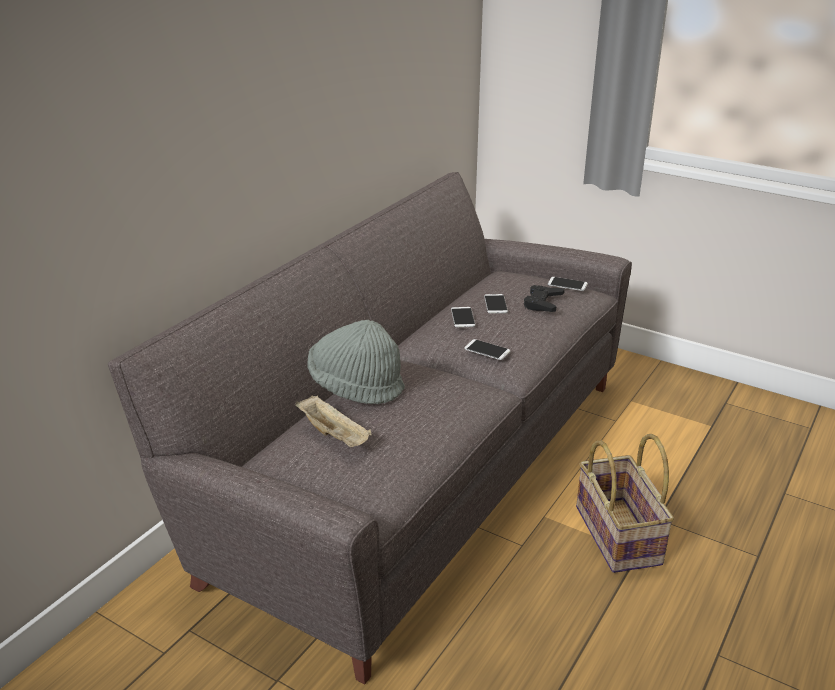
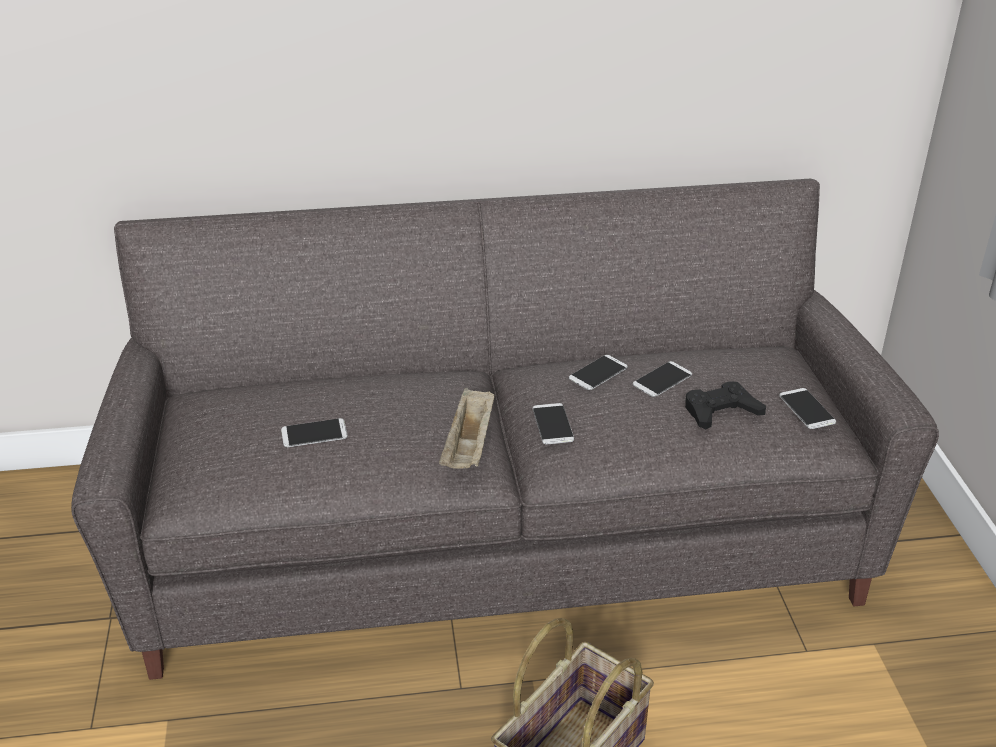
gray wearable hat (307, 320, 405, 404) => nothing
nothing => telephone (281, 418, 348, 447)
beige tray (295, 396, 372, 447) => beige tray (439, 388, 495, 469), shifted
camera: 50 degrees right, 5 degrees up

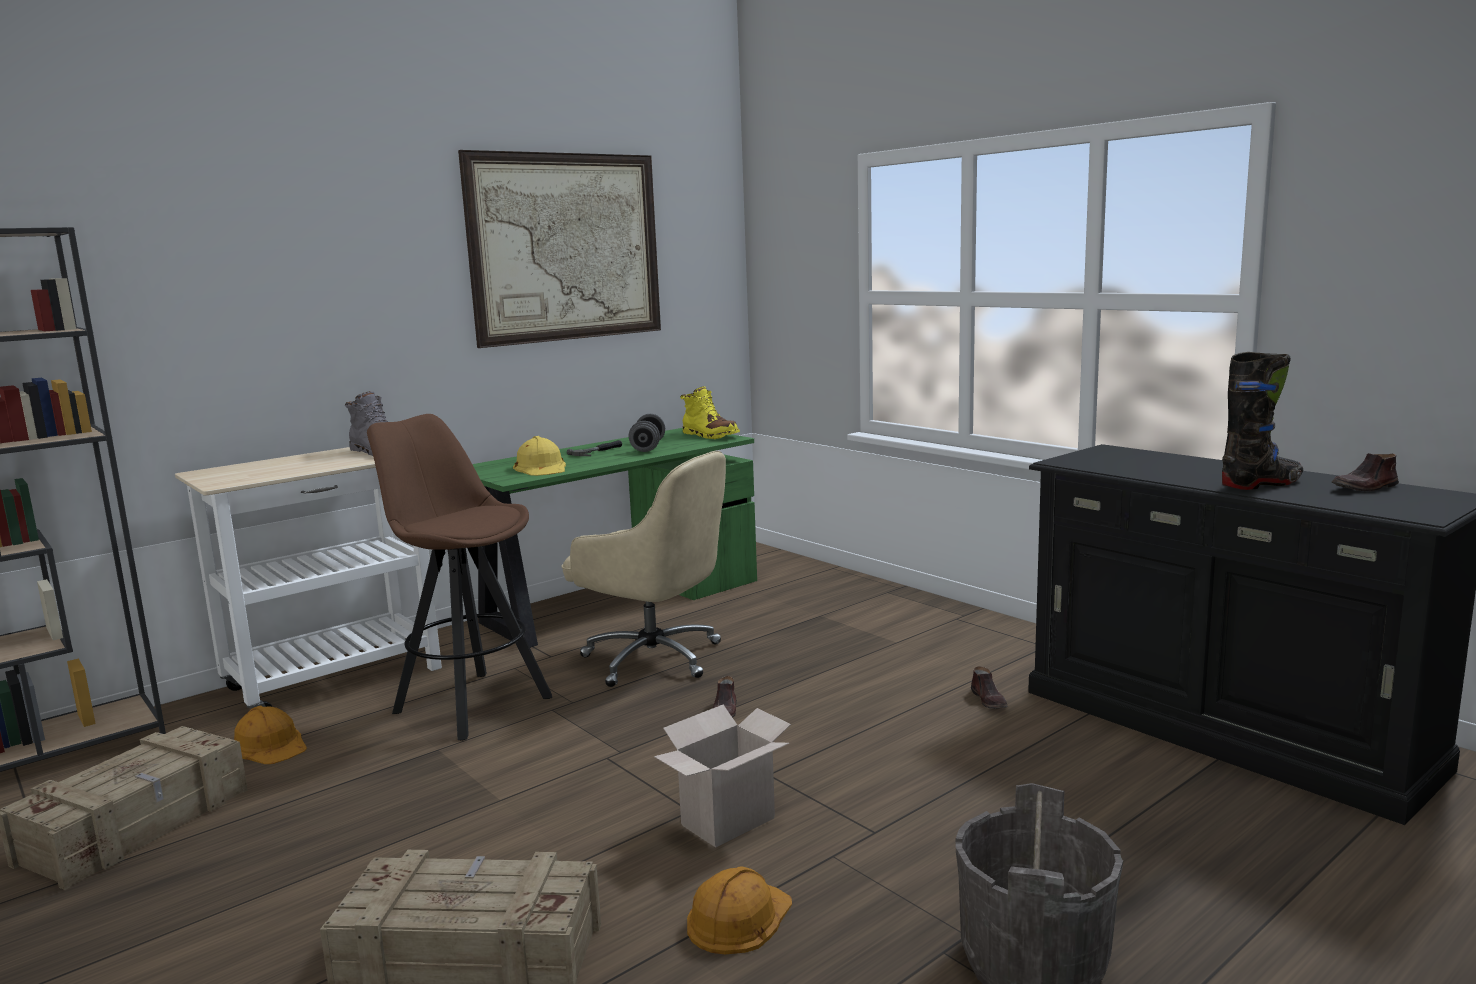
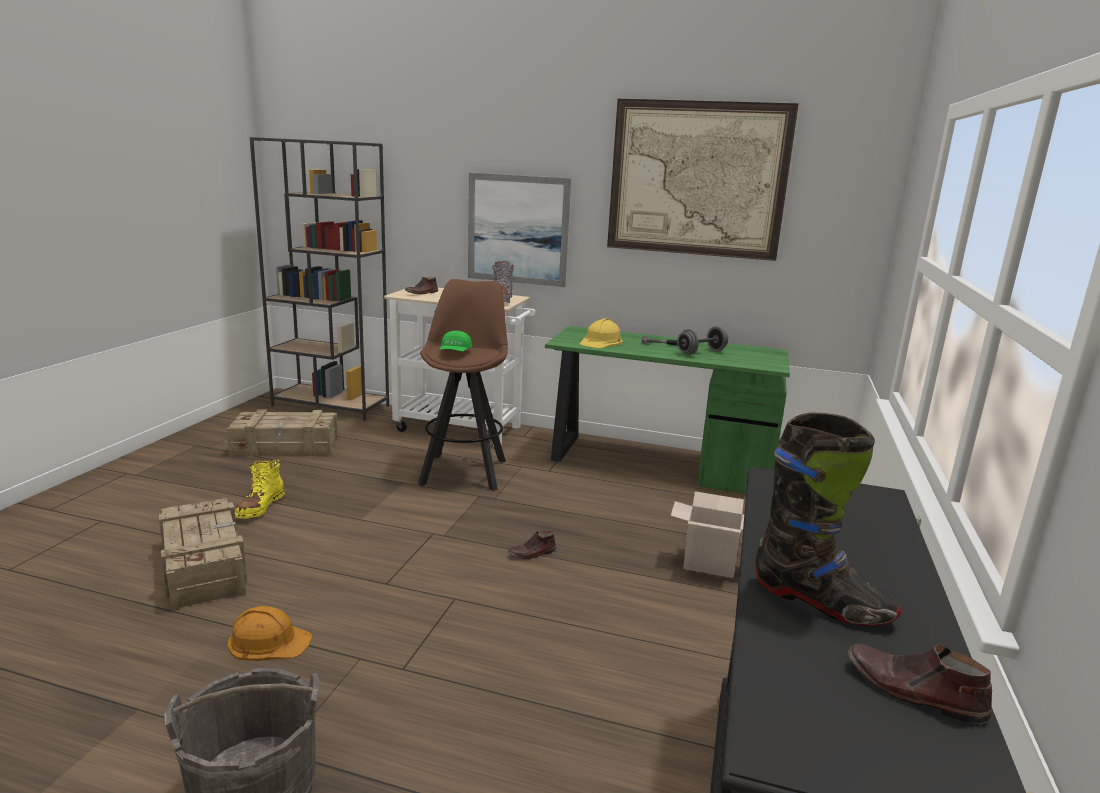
orange-coloured work helmet (234, 705, 307, 764) => nothing
beige office chair (561, 451, 726, 687) => nothing
nothing => green baseball cap (440, 330, 472, 352)
nothing => wall picture (468, 173, 571, 287)
packing box (654, 705, 791, 848) => packing box (671, 491, 744, 578), shifted
yellow-coloured boot (680, 386, 740, 439) => yellow-coloured boot (235, 459, 285, 519), shifted
brownish shoe (971, 666, 1008, 709) => brownish shoe (405, 277, 438, 295), shifted
camera: 55 degrees right, 5 degrees up

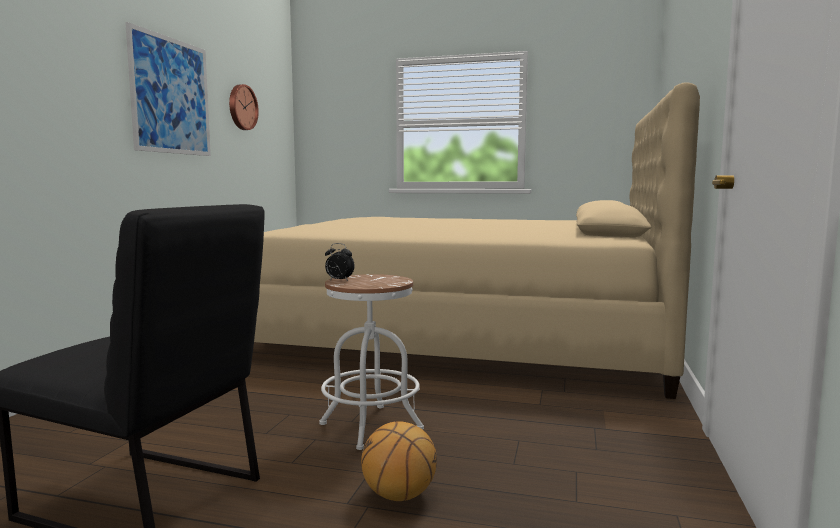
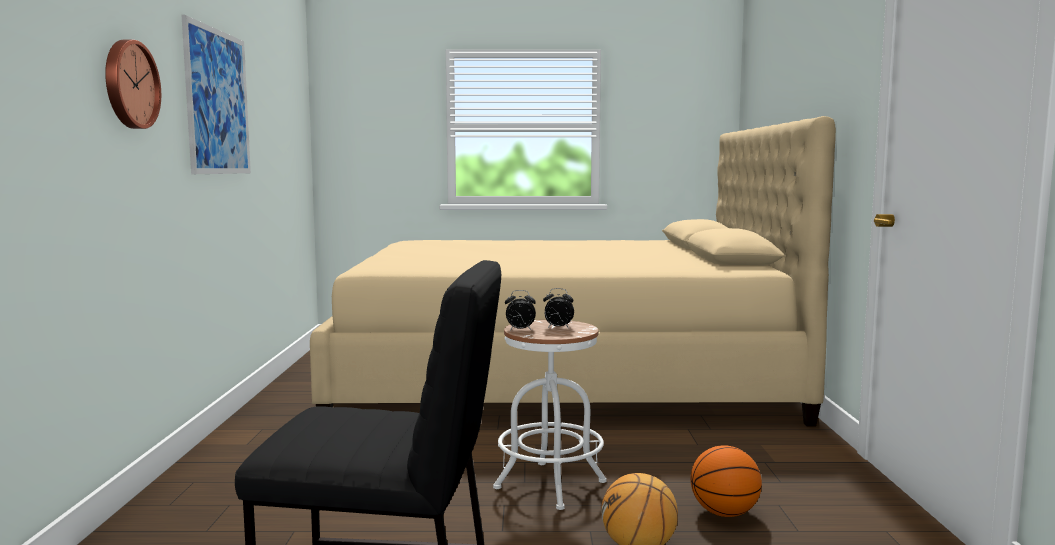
nothing => alarm clock (543, 288, 574, 328)
nothing => basketball ball (690, 445, 762, 517)
clock on the wall (229, 84, 259, 130) => clock on the wall (105, 40, 161, 129), shifted
camera: 15 degrees left, 0 degrees up

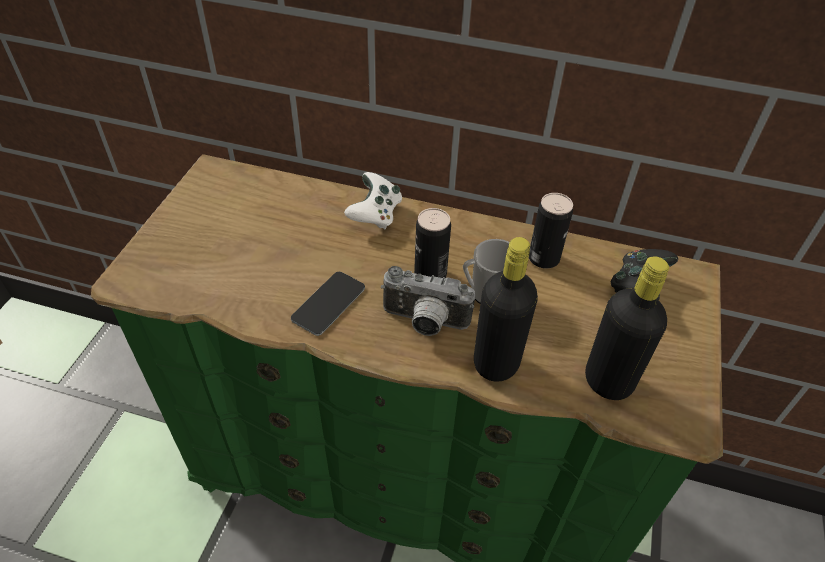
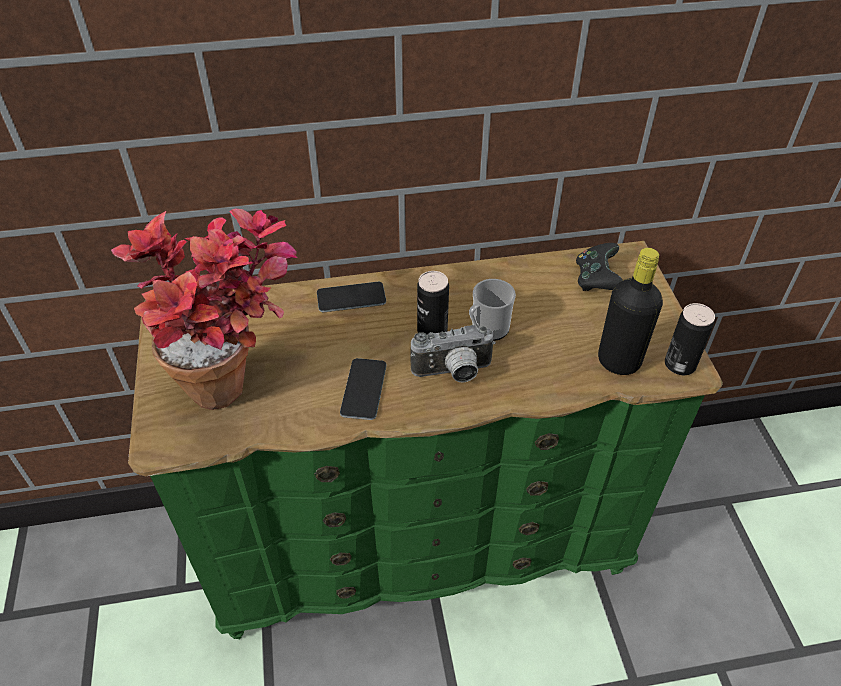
black bottle (474, 237, 538, 382) => nothing
nothing => houseplant (111, 208, 298, 410)
sealed can (529, 193, 573, 269) => sealed can (665, 303, 715, 375), shifted
white joypad (344, 172, 402, 229) => telephone (317, 282, 386, 312)
camera: 25 degrees left, 0 degrees up

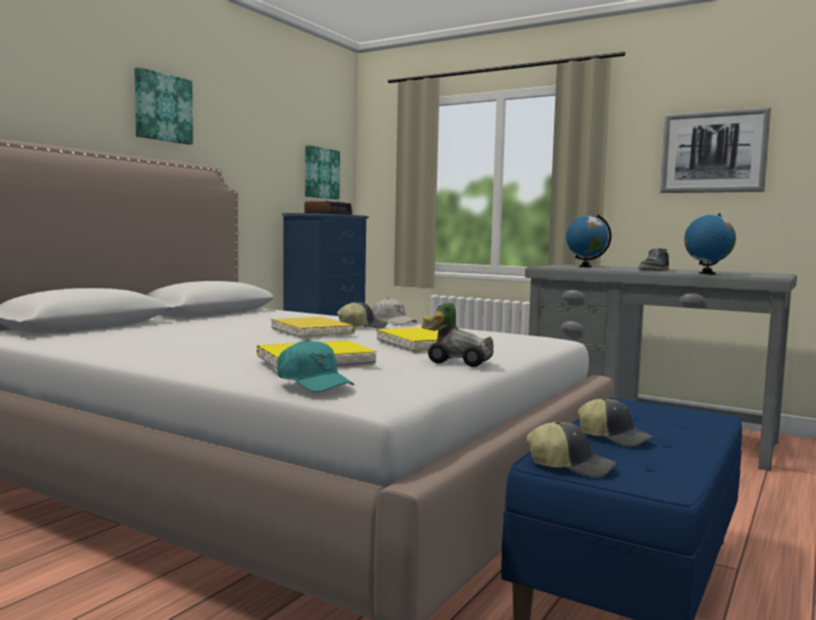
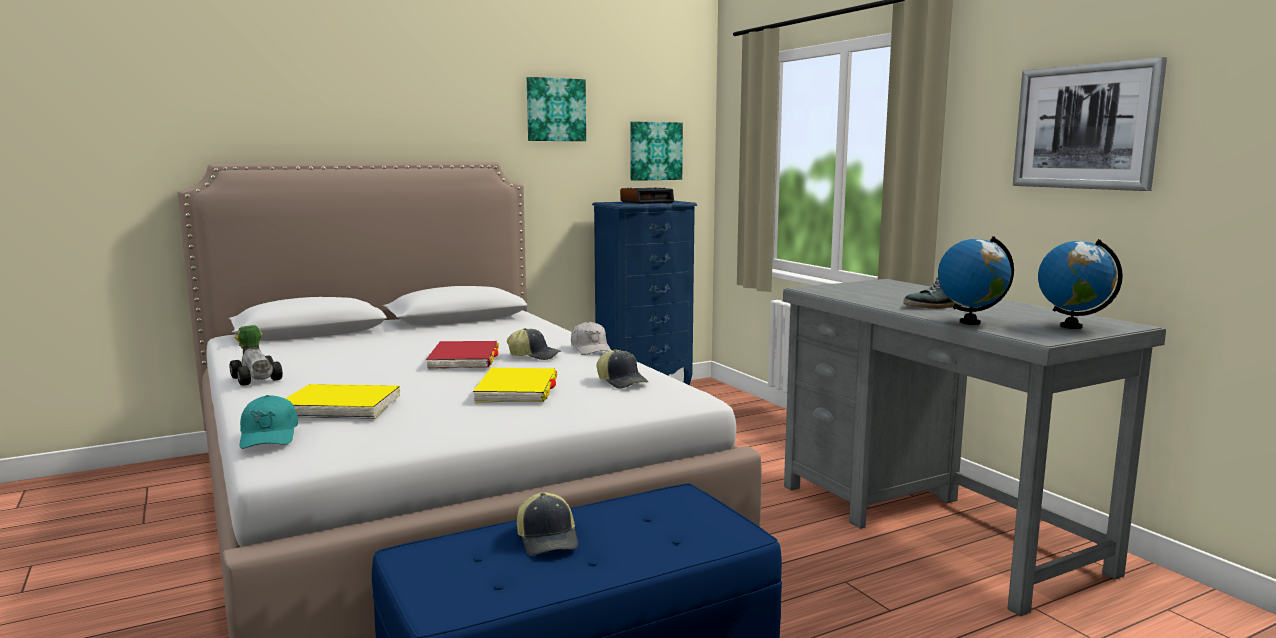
wall picture (135, 67, 193, 145) => wall picture (527, 77, 586, 141), shifted
model car (421, 303, 494, 367) => model car (229, 325, 283, 386), shifted
baseball cap (527, 421, 616, 478) => baseball cap (596, 349, 648, 389), shifted
world globe (566, 215, 611, 267) => world globe (1038, 239, 1123, 329), shifted
yellow-coloured bound book (270, 317, 356, 339) => reddish bound book (426, 341, 499, 370)
camera: 30 degrees right, 5 degrees up

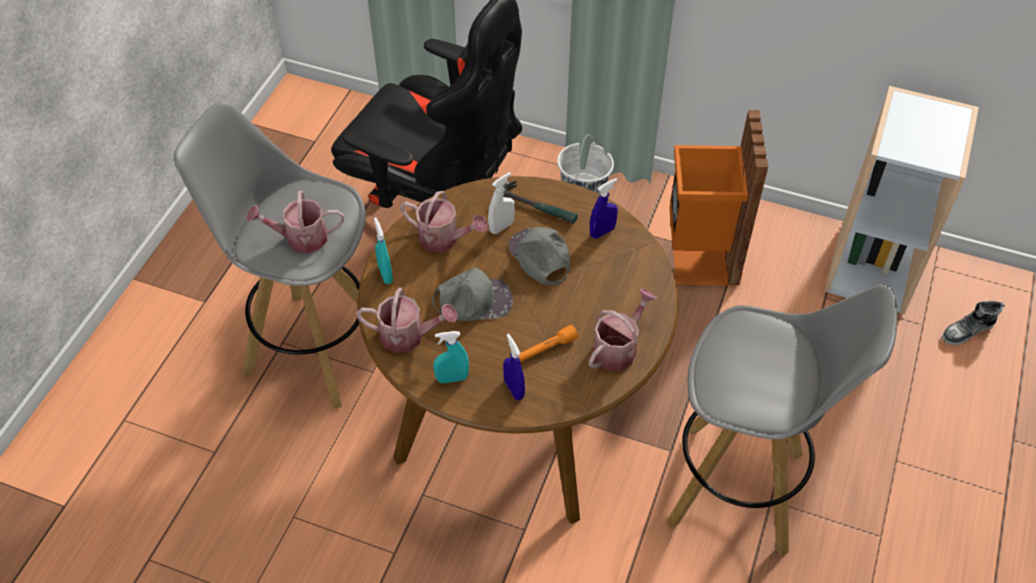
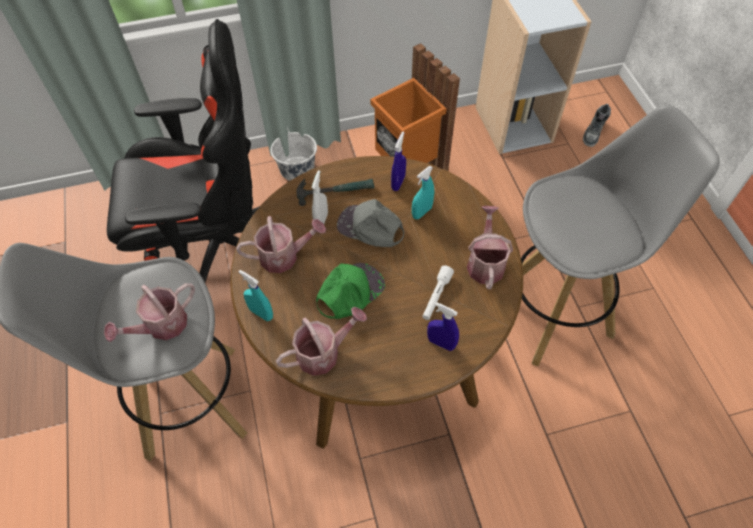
turquoise hand sprayer (433, 331, 469, 383) => turquoise hand sprayer (412, 166, 434, 220), shifted
gray baseball cap (432, 268, 513, 321) => green baseball cap (316, 263, 385, 319)
orange-coloured flashlight (519, 325, 578, 362) => white flashlight (422, 265, 454, 320)
camera: 35 degrees left, 5 degrees up

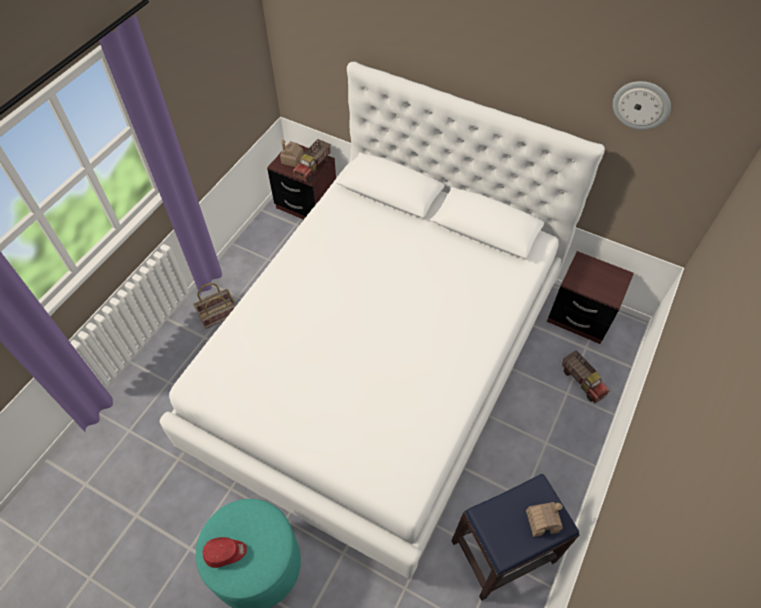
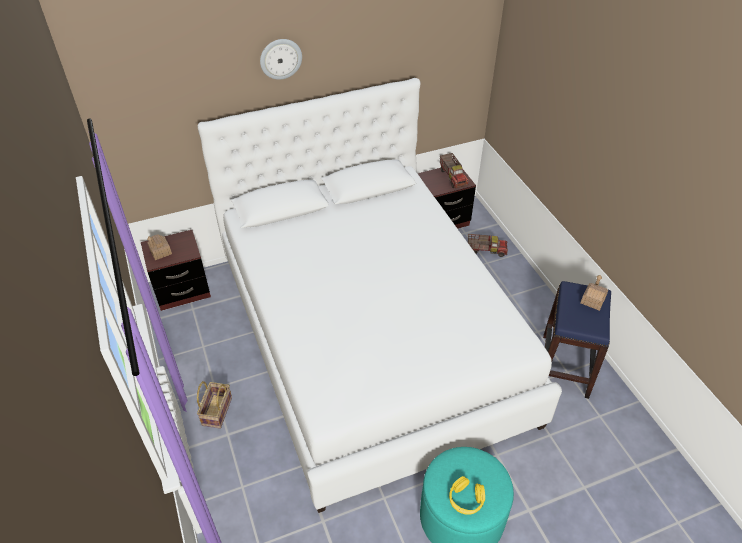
model truck (293, 139, 331, 182) => model truck (440, 153, 468, 188), shifted
clock on the wall (613, 81, 671, 130) => clock on the wall (260, 39, 302, 80), shifted
reddish baseball cap (202, 537, 247, 568) => yellow-coloured pair of headphones (449, 476, 485, 515)
camera: 50 degrees left, 10 degrees down

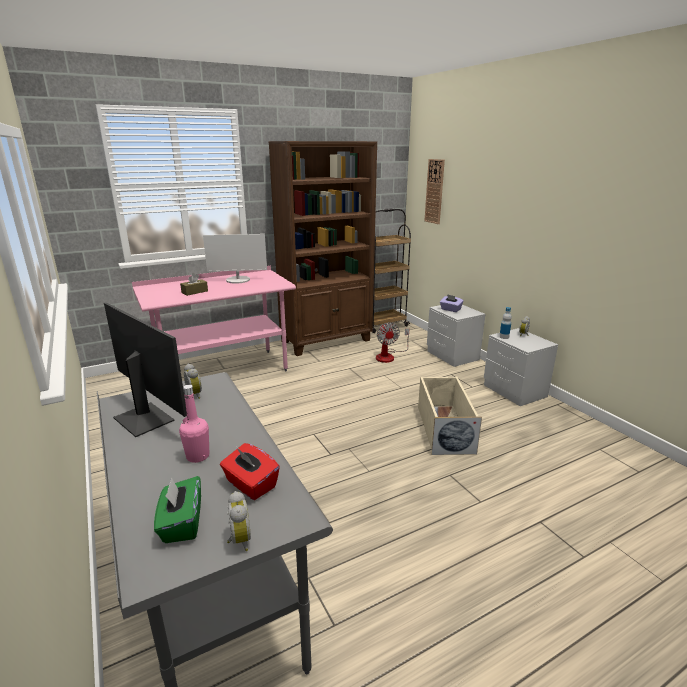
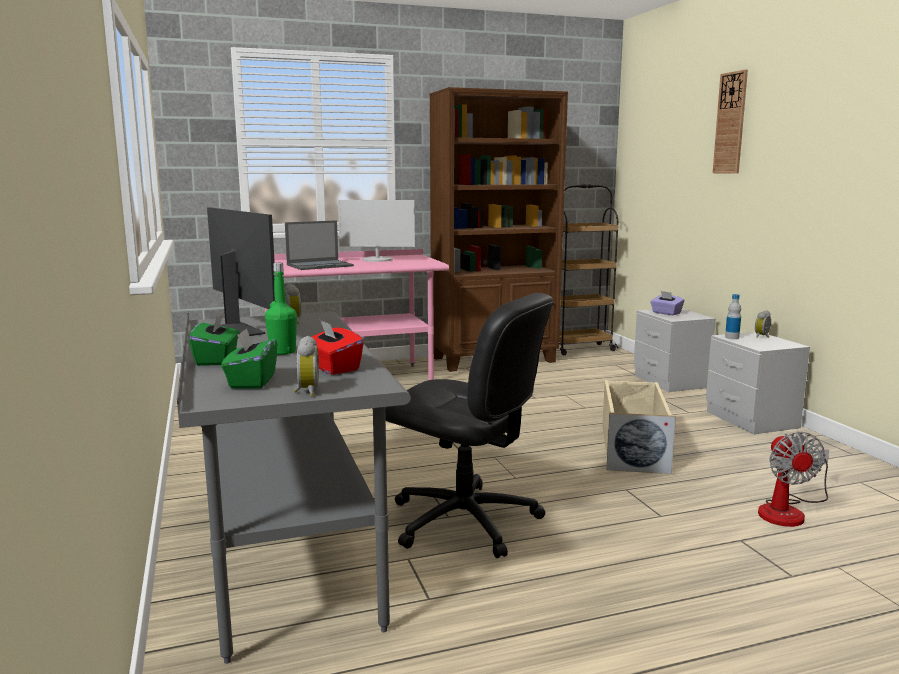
nothing => green box of tissues (189, 313, 239, 366)
nothing => black office chair (385, 293, 554, 558)
electric fan (376, 322, 409, 363) => electric fan (758, 432, 829, 527), shifted
clock on the wall (425, 159, 445, 224) => clock on the wall (713, 69, 748, 174), shifted
brownish box of tissues (180, 273, 208, 296) => notebook computer (285, 220, 354, 270)
pinkish bottle (179, 385, 209, 463) => green bottle (265, 263, 297, 355)
camera: 10 degrees right, 10 degrees down

